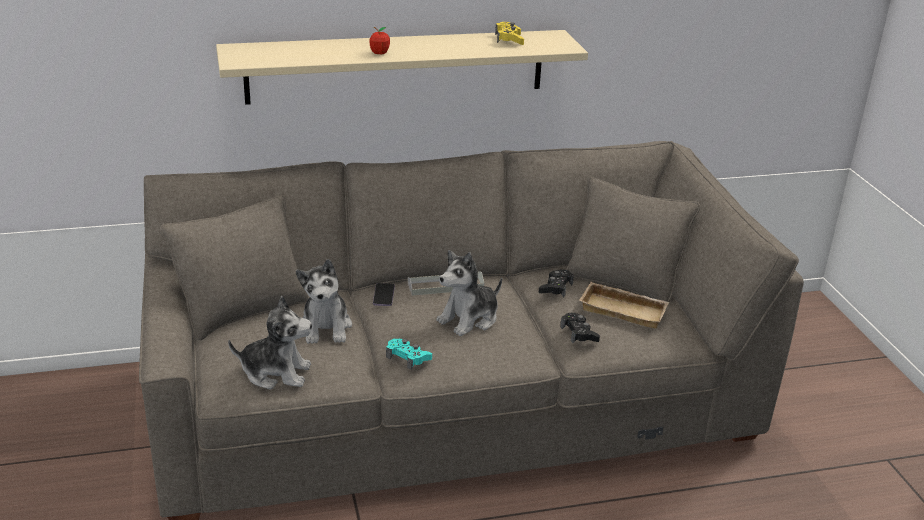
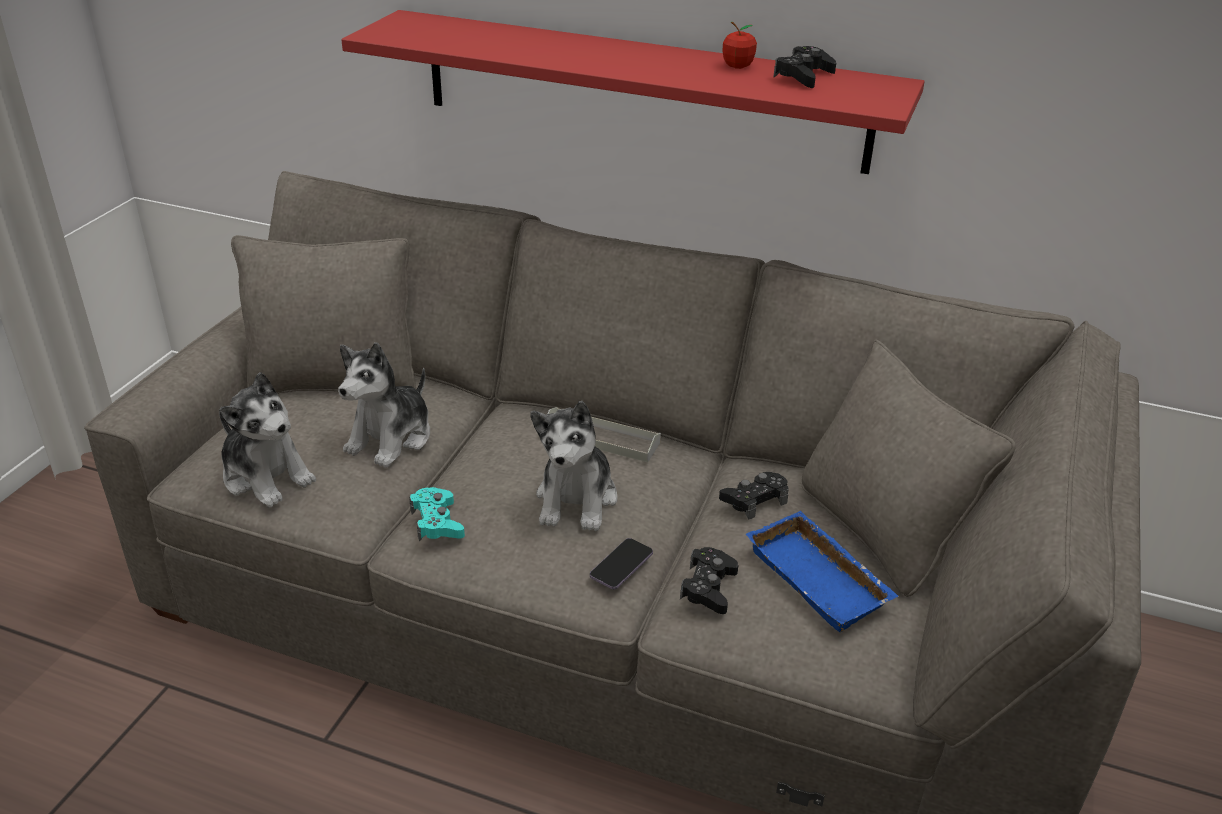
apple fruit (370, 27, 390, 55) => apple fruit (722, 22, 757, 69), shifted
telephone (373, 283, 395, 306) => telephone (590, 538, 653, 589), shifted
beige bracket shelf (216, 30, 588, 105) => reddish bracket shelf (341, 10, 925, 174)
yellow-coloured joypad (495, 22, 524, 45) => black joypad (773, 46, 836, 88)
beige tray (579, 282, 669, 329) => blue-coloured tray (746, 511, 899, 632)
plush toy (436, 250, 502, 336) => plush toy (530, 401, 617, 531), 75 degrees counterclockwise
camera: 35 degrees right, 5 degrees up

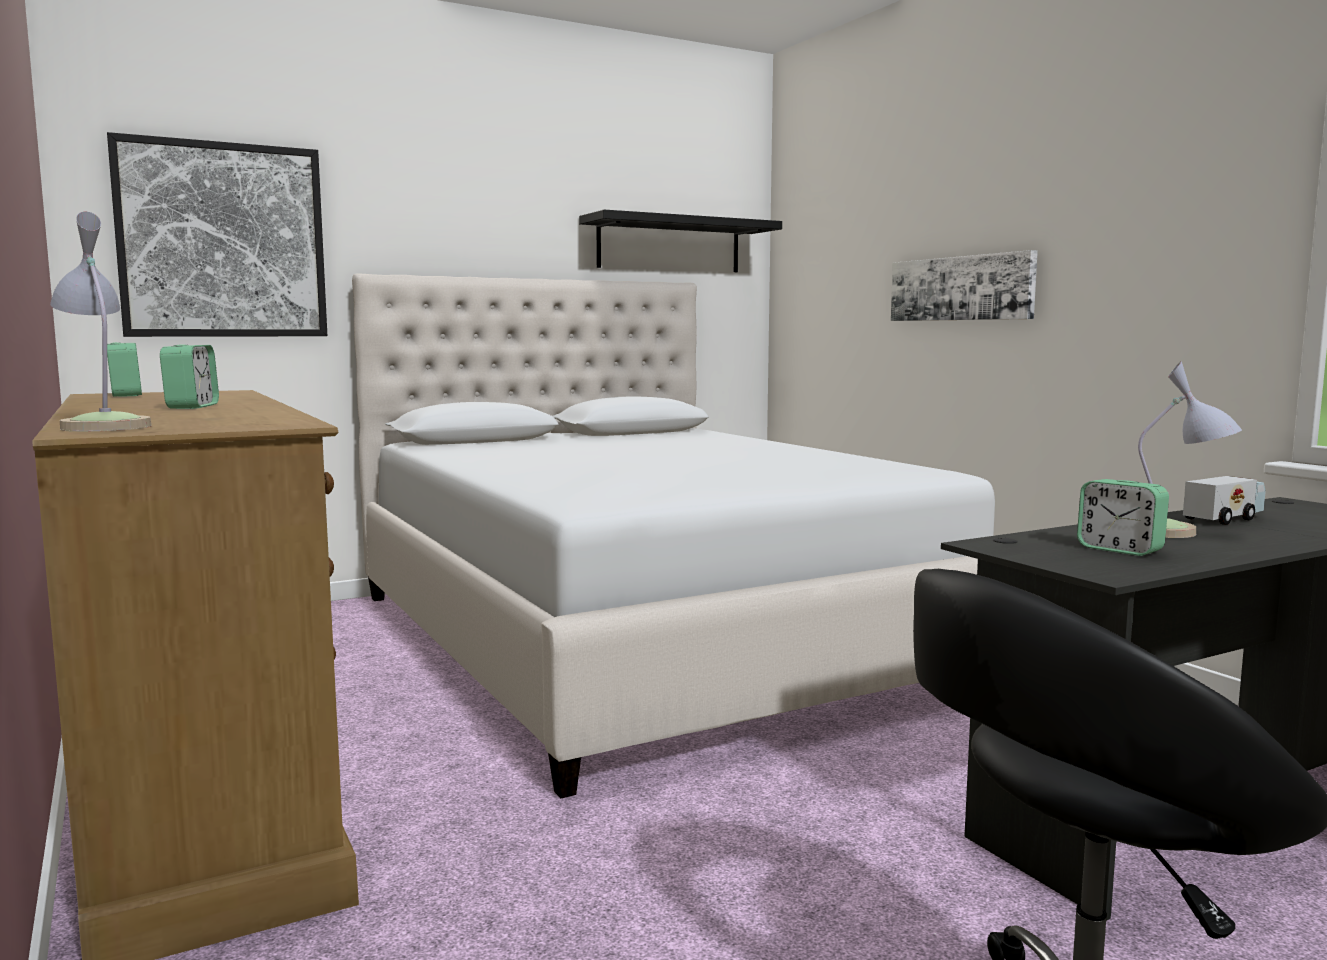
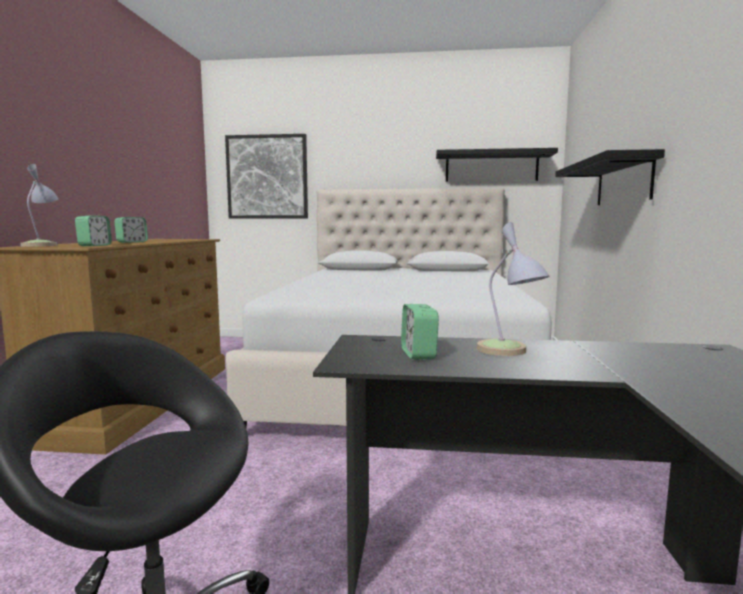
model truck (1183, 476, 1266, 525) => nothing
alarm clock (107, 342, 142, 397) => alarm clock (75, 216, 112, 246), shifted
wall picture (891, 250, 1038, 321) => black bracket shelf (555, 149, 665, 205)
camera: 35 degrees right, 0 degrees up

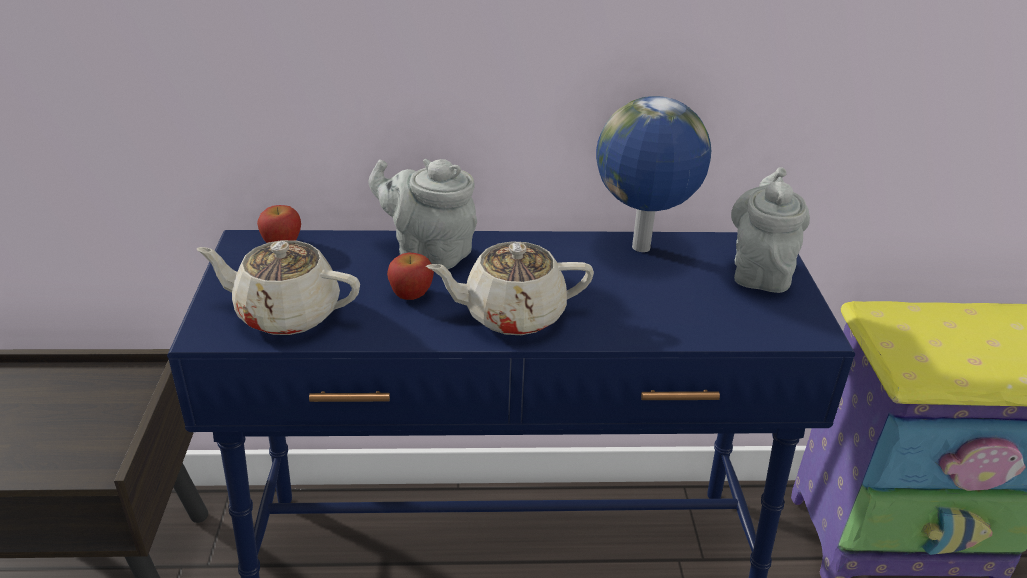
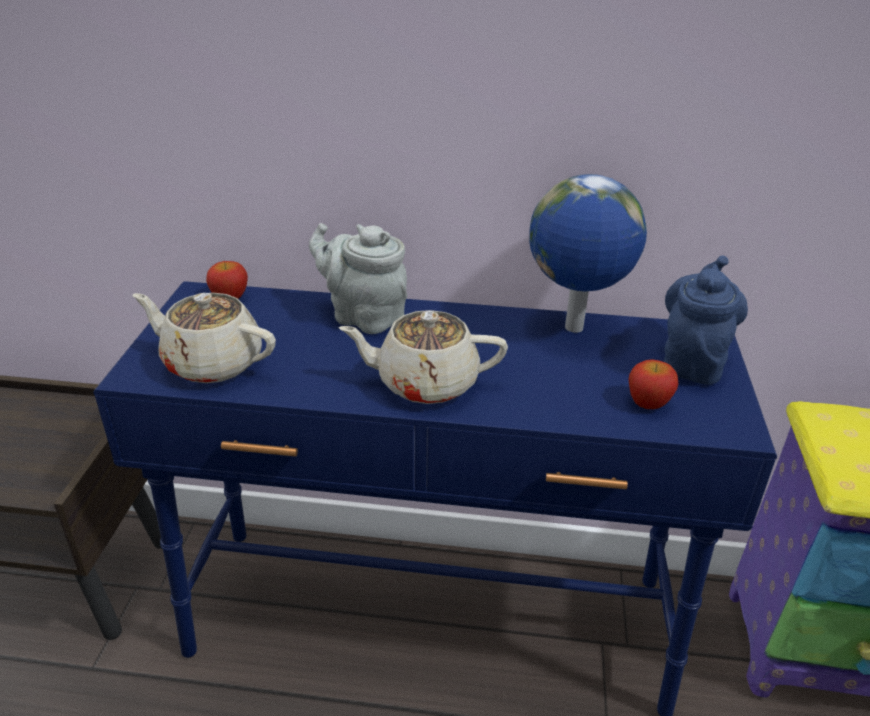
apple fruit (387, 253, 434, 300) => apple fruit (629, 359, 678, 409), shifted
gray pot for tea (731, 167, 810, 293) => blue-coloured pot for tea (663, 256, 748, 385)
camera: 10 degrees right, 0 degrees up

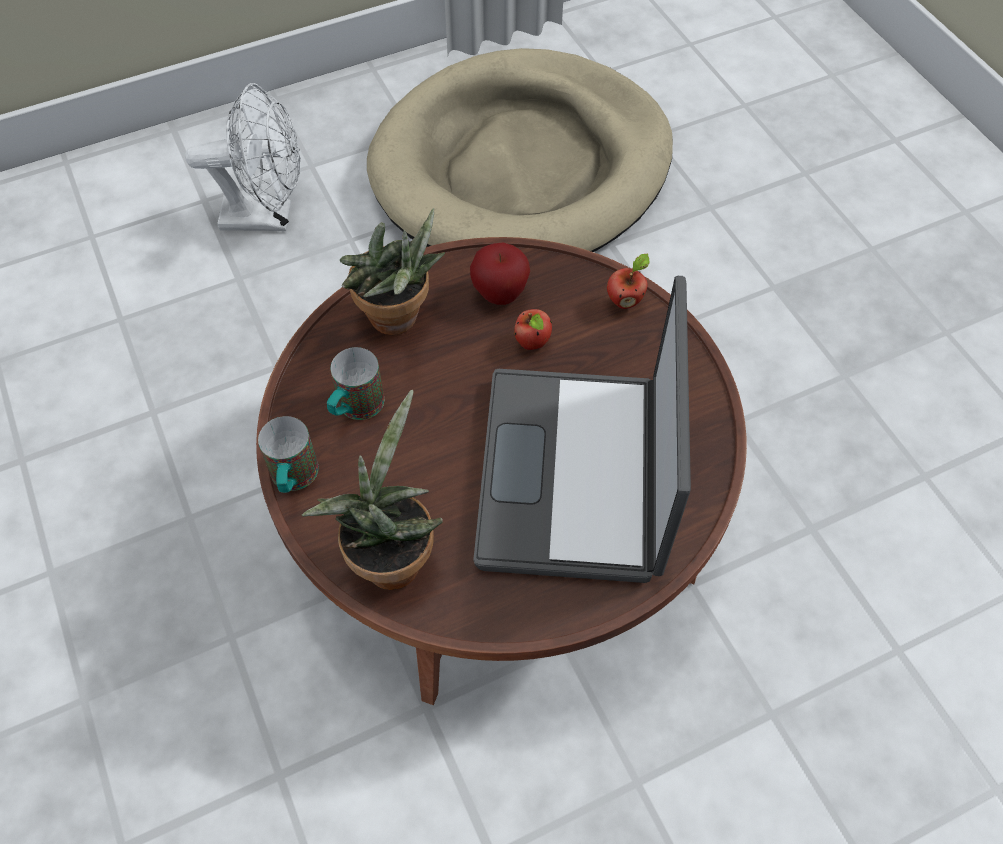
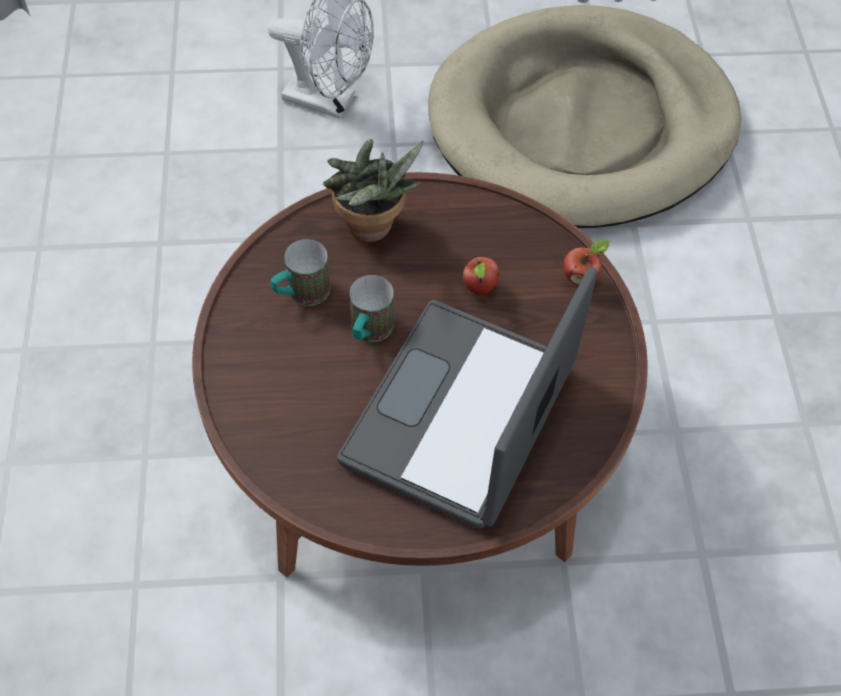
houseplant (302, 390, 443, 590) => nothing
apple fruit (470, 242, 530, 305) => nothing
tea mug (258, 416, 318, 493) => tea mug (350, 275, 394, 342), shifted
camera: 20 degrees right, 0 degrees up

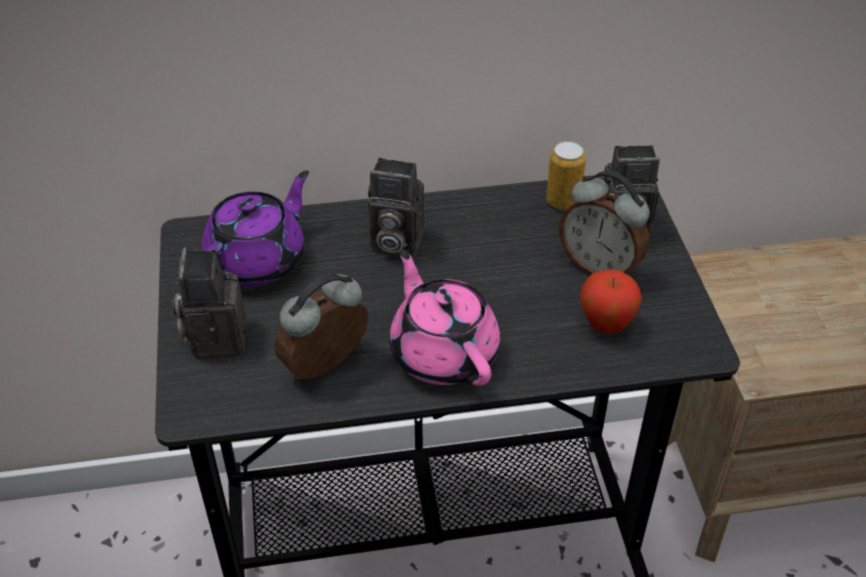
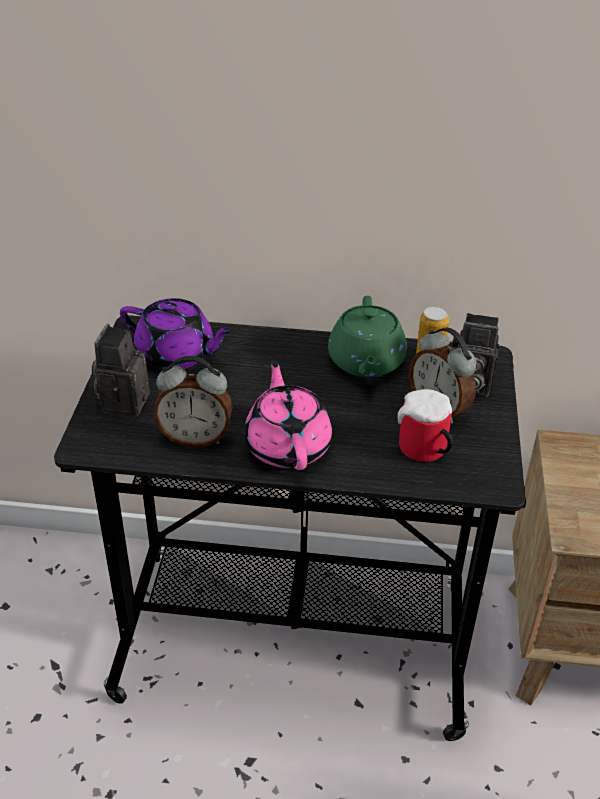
photo camera (368, 158, 425, 258) => nothing
nothing => green pot for tea (328, 296, 407, 378)
apple fruit (580, 270, 642, 334) => tea mug (397, 389, 453, 462)
purplish pot for tea (202, 170, 309, 287) => purplish pot for tea (120, 298, 234, 369), 60 degrees clockwise
alarm clock (274, 274, 368, 379) => alarm clock (153, 356, 233, 448), 150 degrees counterclockwise
camera: 15 degrees right, 5 degrees down

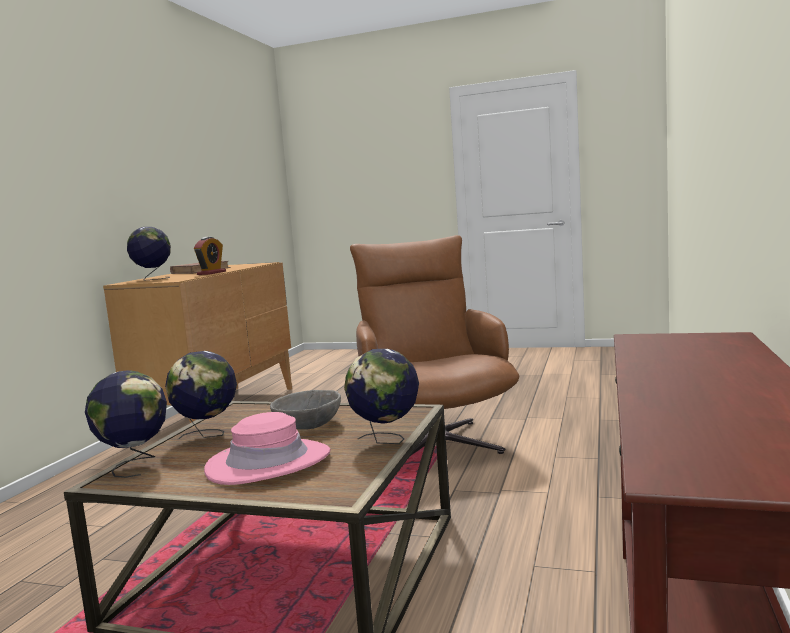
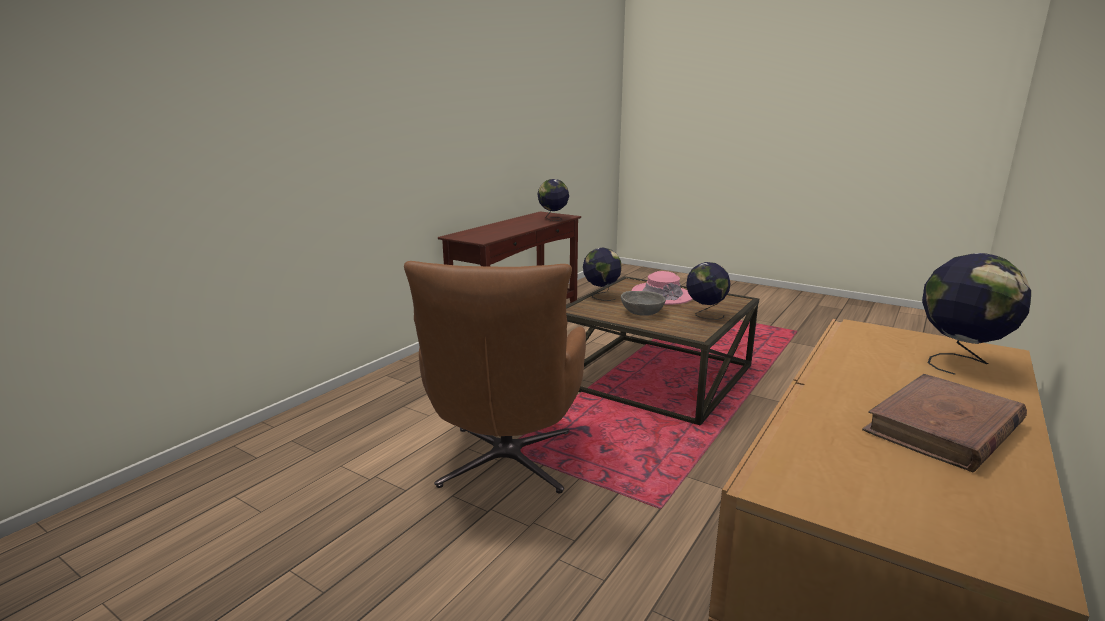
alarm clock (194, 237, 226, 275) => nothing
world globe (85, 371, 167, 478) => world globe (537, 179, 569, 221), shifted
camera: 165 degrees left, 10 degrees up

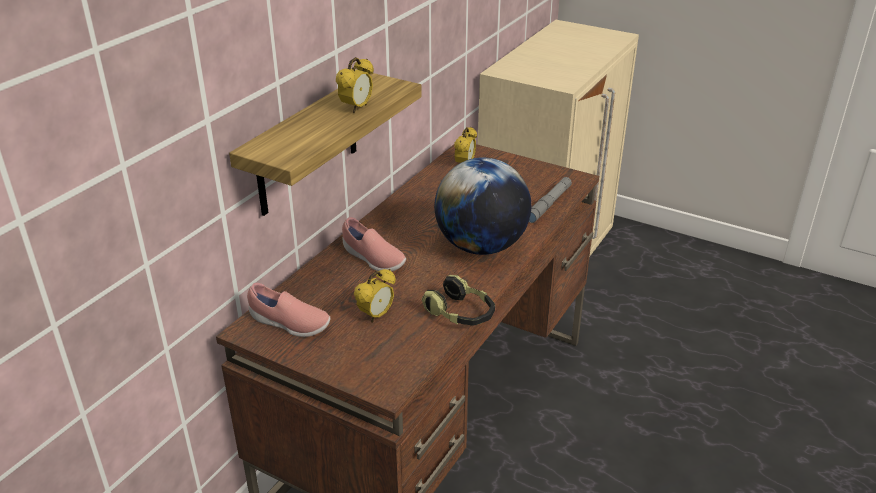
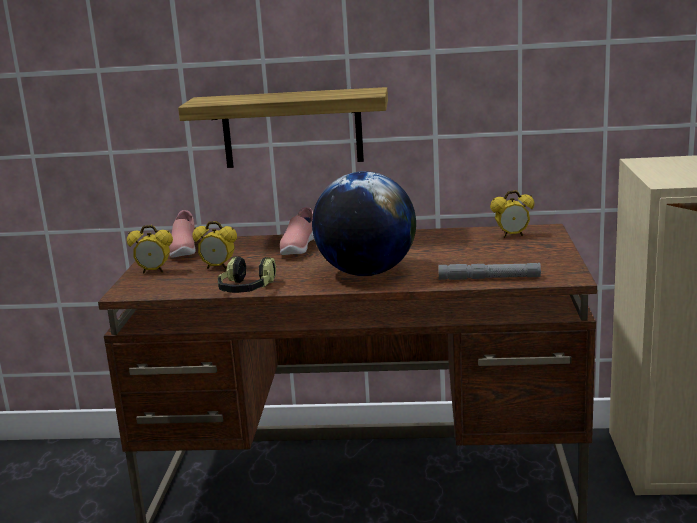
alarm clock (336, 57, 374, 113) => alarm clock (127, 225, 173, 274), shifted
camera: 65 degrees right, 15 degrees down

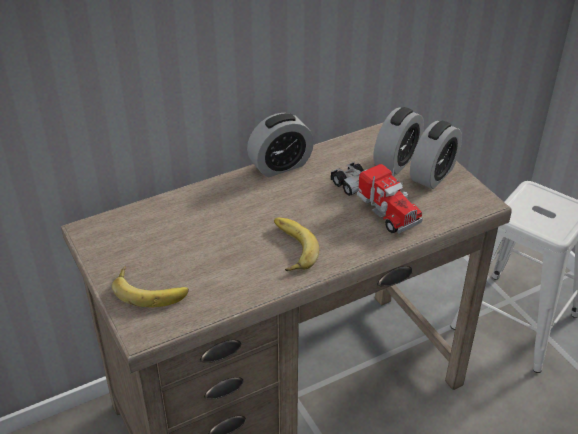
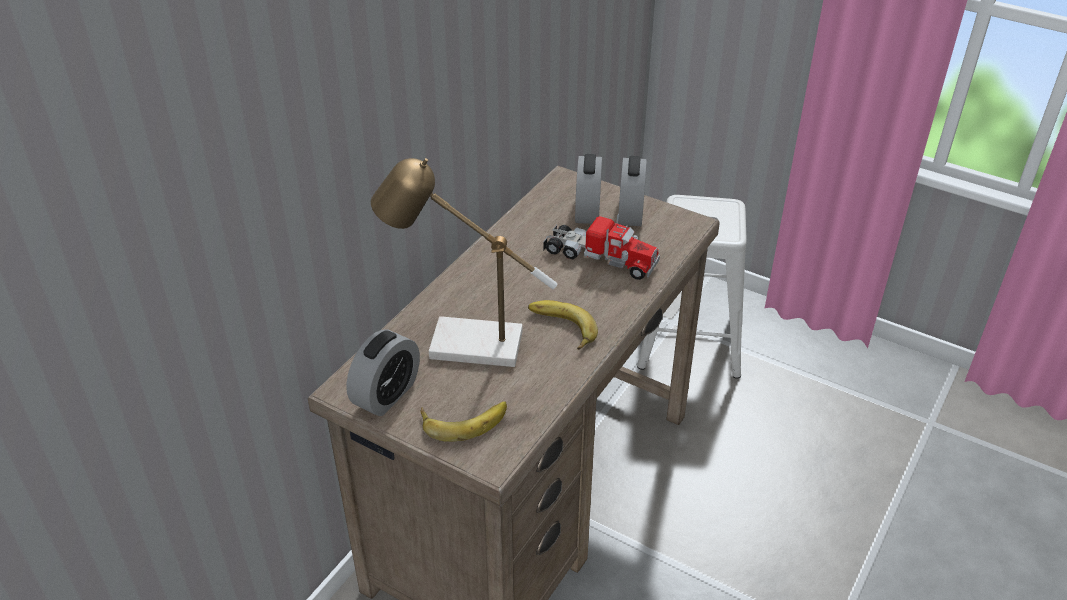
nothing => lamp for a table (371, 158, 557, 367)
alarm clock (247, 113, 314, 177) => alarm clock (346, 330, 420, 416), shifted
camera: 30 degrees left, 0 degrees up

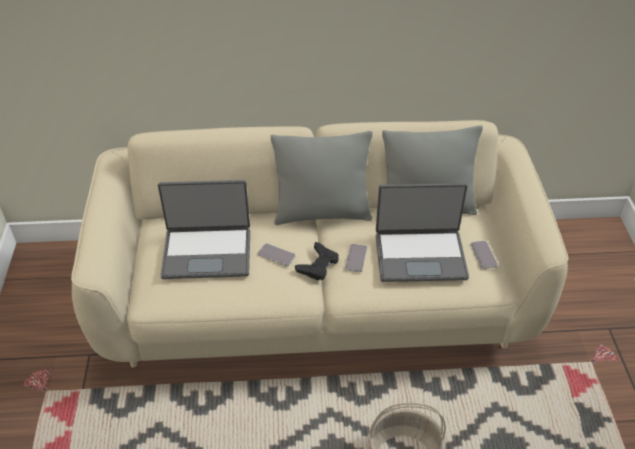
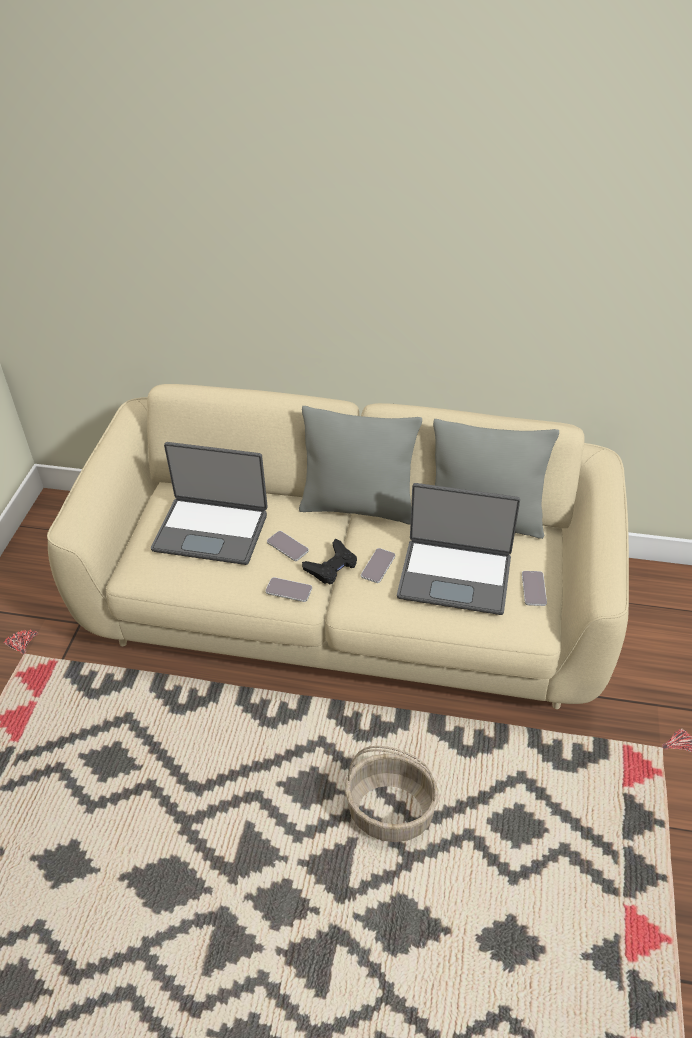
nothing => telephone (266, 577, 312, 602)
camera: 15 degrees right, 0 degrees up

